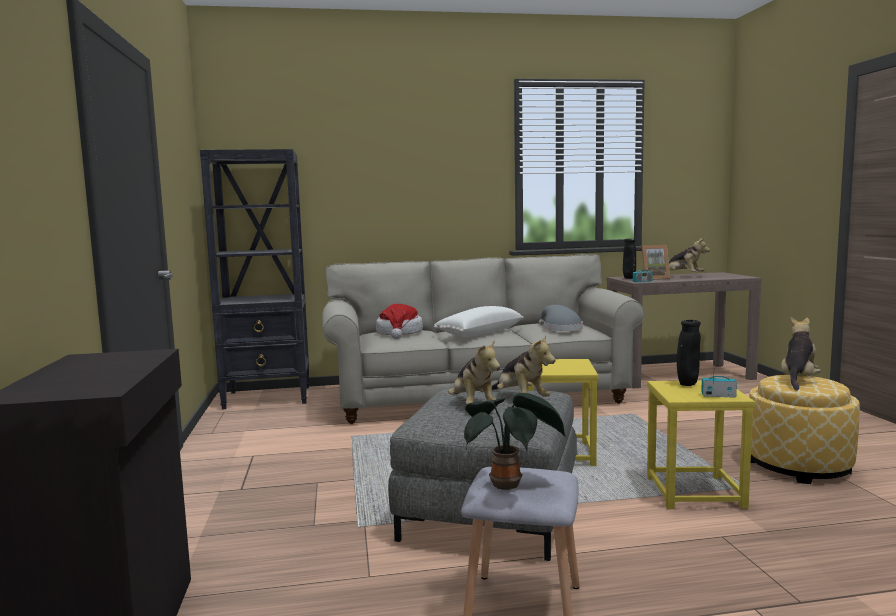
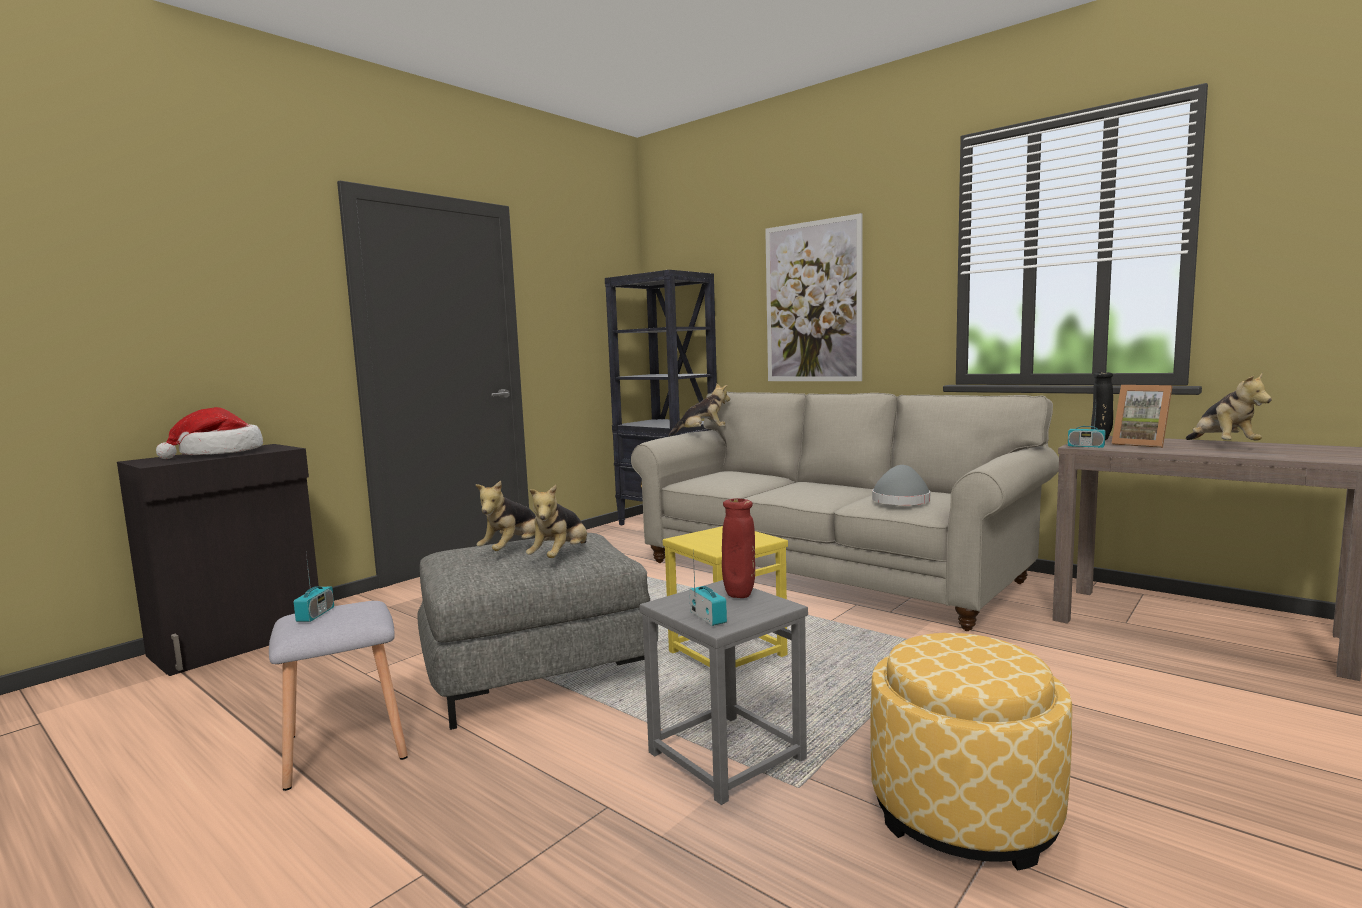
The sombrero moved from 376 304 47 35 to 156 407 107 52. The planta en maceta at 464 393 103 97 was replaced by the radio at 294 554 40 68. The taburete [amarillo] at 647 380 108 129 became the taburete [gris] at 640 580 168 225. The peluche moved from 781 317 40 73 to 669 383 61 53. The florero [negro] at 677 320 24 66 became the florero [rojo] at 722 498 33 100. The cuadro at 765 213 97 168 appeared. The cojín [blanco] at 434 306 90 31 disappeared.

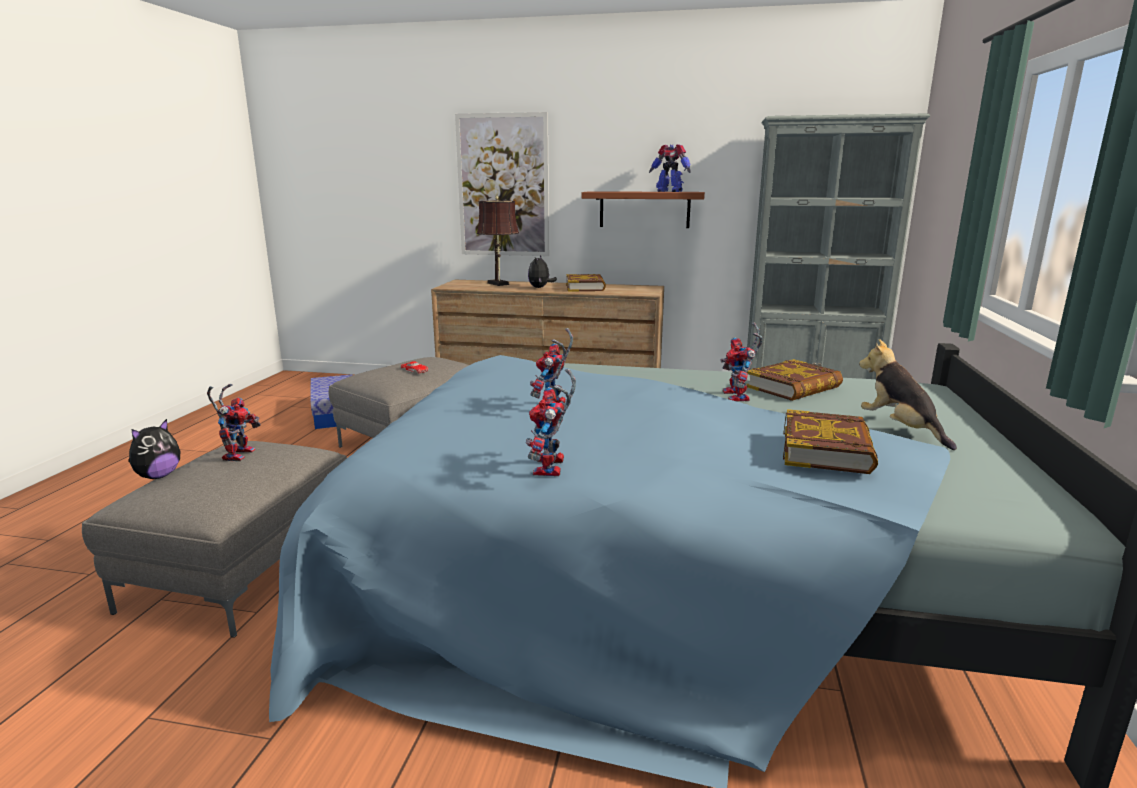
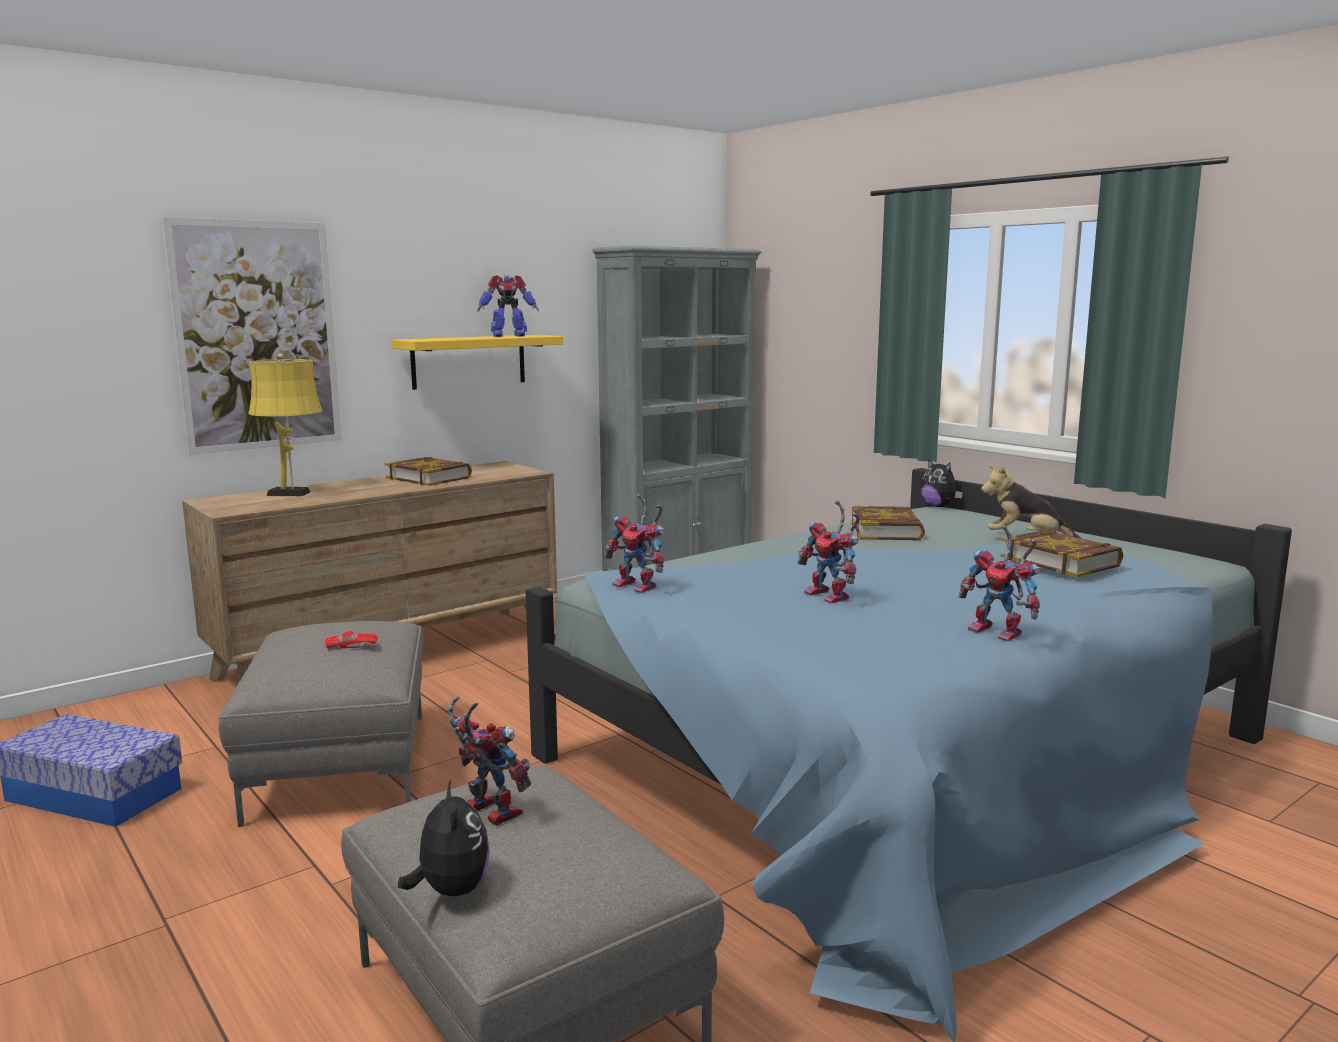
The lámpara de mesa [marrón] at 477 196 42 90 became the lámpara de mesa [amarillo] at 248 354 75 142. The estante [marrón] at 582 191 123 37 became the estante [amarillo] at 392 335 171 55. The robot de juguete moved from 720 322 42 79 to 604 494 61 99. The peluche moved from 528 255 29 33 to 920 459 43 48.

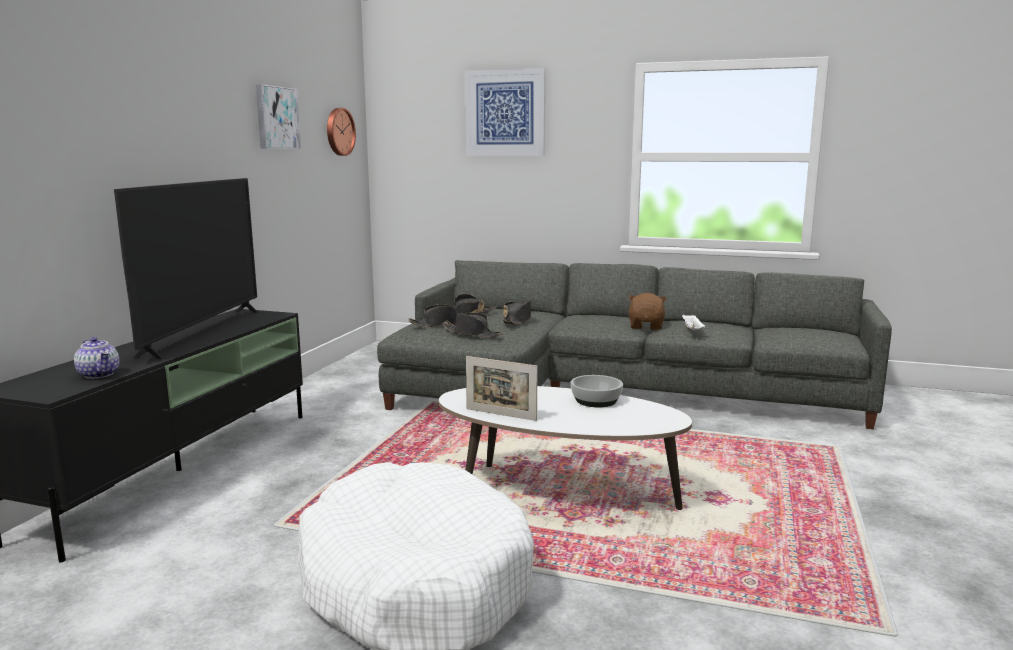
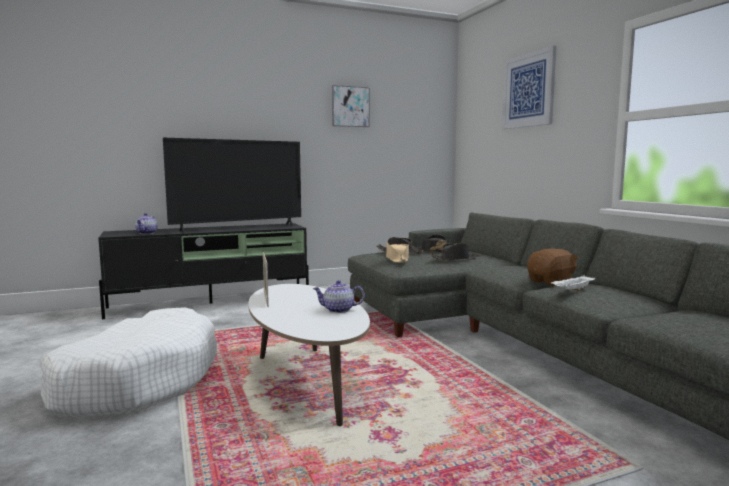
The cuenco at 571 375 52 32 was replaced by the tetera at 313 280 52 33. The sombrero [negro] at 442 313 61 24 became the sombrero [beis] at 386 242 23 21. The reloj de pared at 327 108 29 48 disappeared.

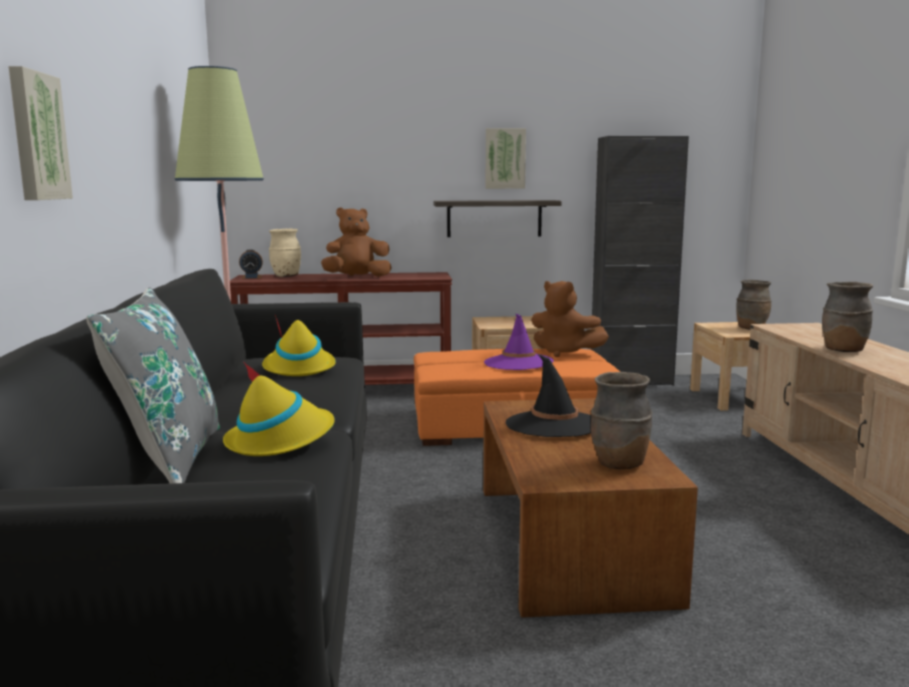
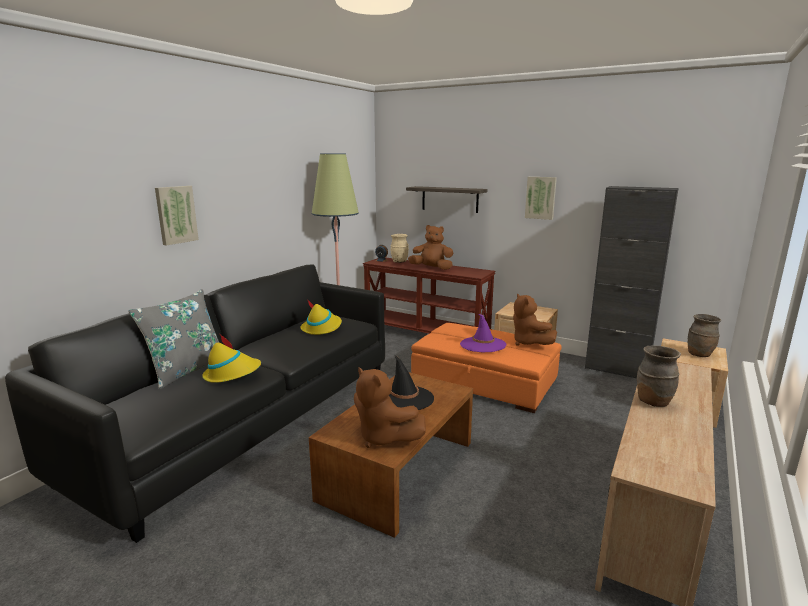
The florero [marrón] at 591 372 61 97 was replaced by the peluche [marrón] at 354 367 72 81. The estante moved from 434 200 128 37 to 406 186 81 27.

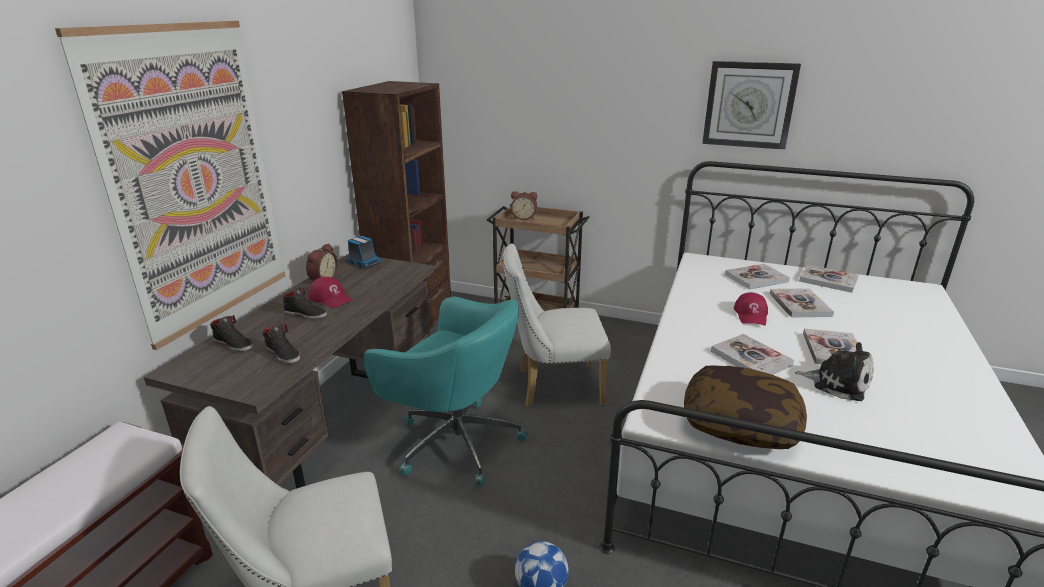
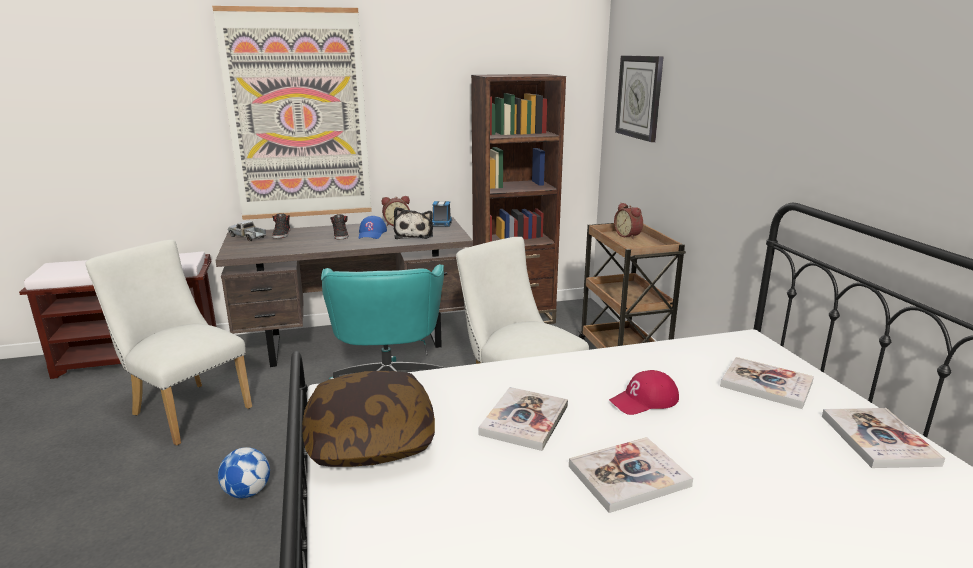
The camión de juguete at 228 221 38 20 appeared. The gorra [rojo] at 308 277 45 31 became the gorra [azul] at 359 216 28 23. The peluche moved from 795 342 78 59 to 394 207 39 32. The reloj de pared moved from 702 61 99 89 to 615 55 48 87. The zapato [negro] at 262 324 38 40 disappeared. The libro at 770 288 64 30 disappeared.

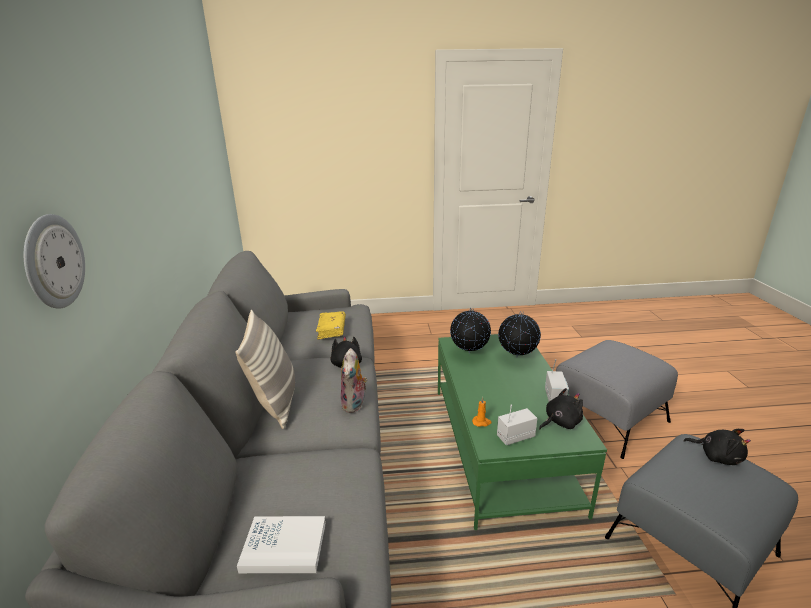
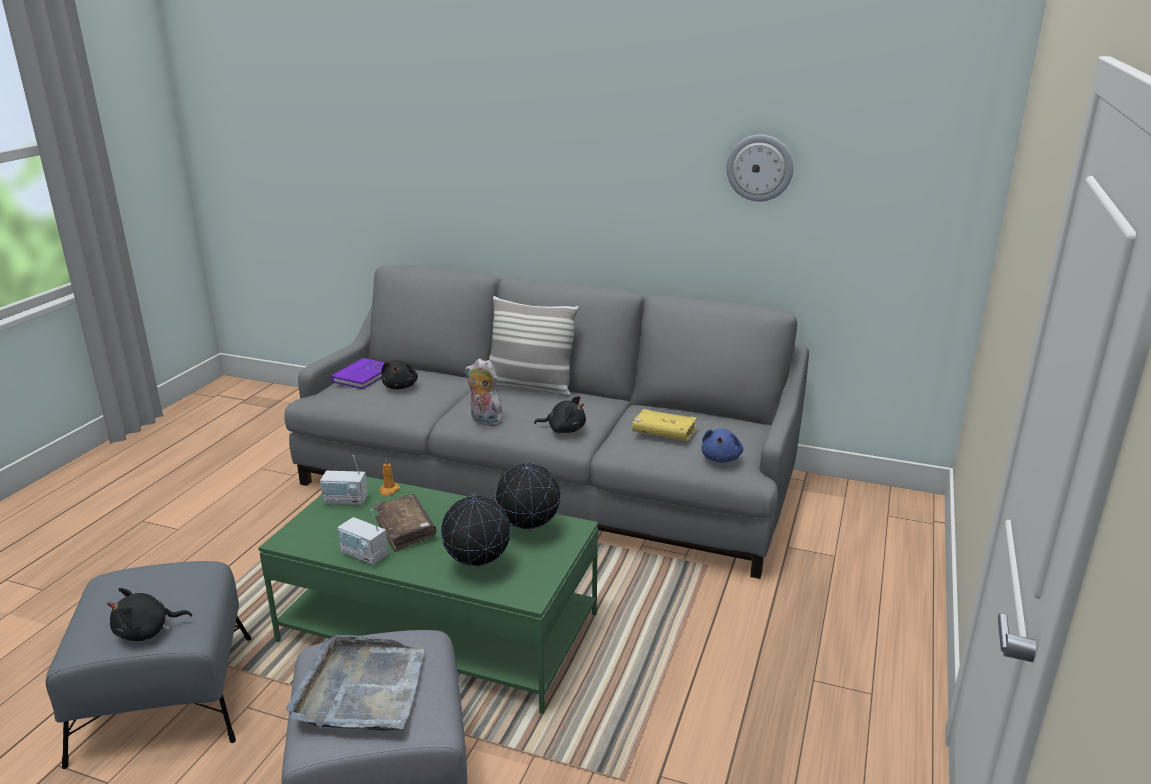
The bandeja [gris] at 286 635 138 96 appeared. The radio at 497 405 40 40 turned 90 degrees clockwise. The libro [blanco] at 237 516 89 57 became the libro [morado] at 331 358 59 31. The libro [marrón] at 373 494 63 58 appeared. The peluche [negro] moved from 539 388 44 41 to 381 360 37 30. The peluche [azul] at 701 428 42 34 appeared. The reloj de pared moved from 24 214 61 95 to 726 135 67 67.

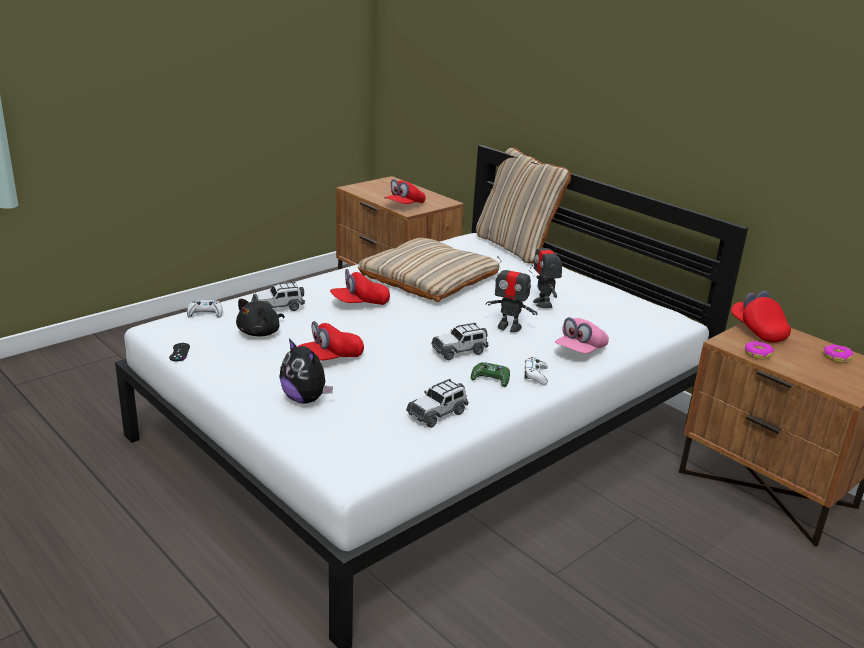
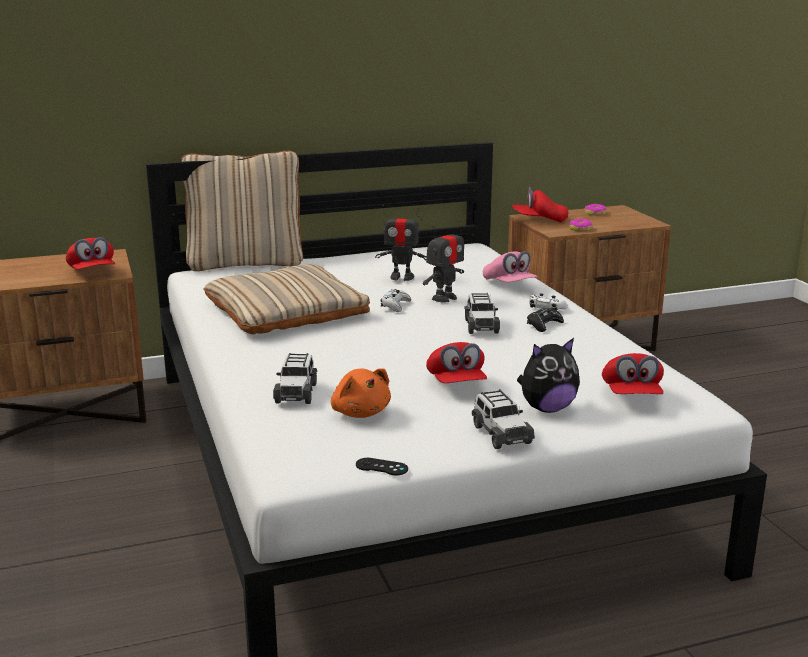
The peluche [negro] at 236 299 49 37 became the peluche [naranja] at 331 368 60 50. The mando de consola [blanco] moved from 187 300 36 18 to 381 289 30 23. The coche de juguete moved from 406 379 63 49 to 472 389 63 60. The mando de consola [verde] at 471 362 39 25 became the mando de consola [negro] at 527 308 37 24. The gorra [rojo] moved from 330 269 60 36 to 602 353 62 41.

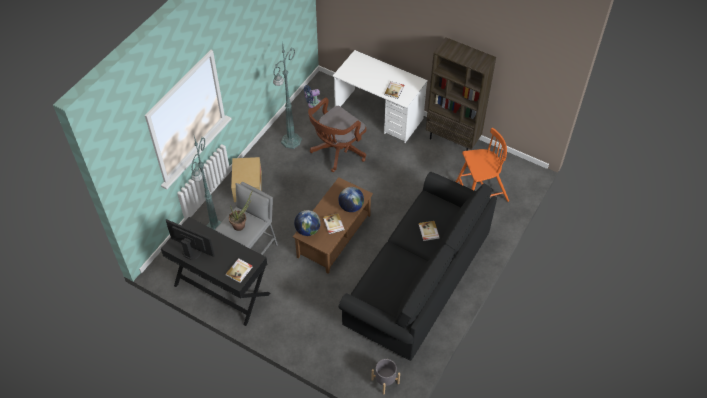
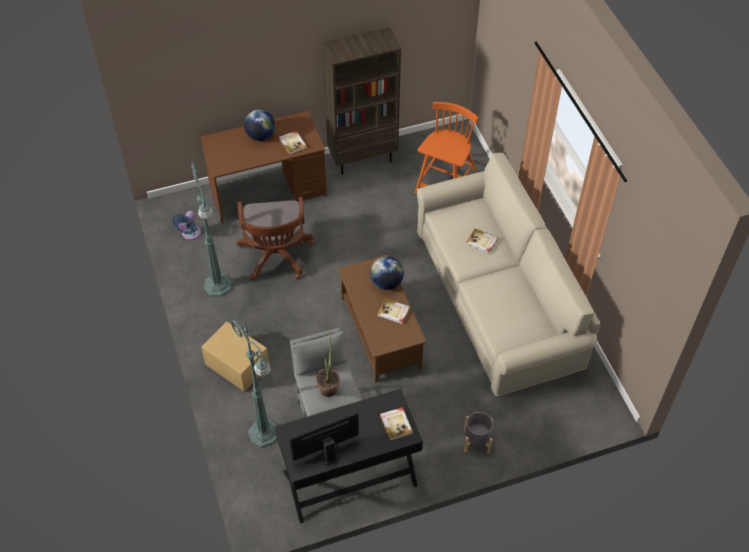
The escritorio [blanco] at 333 50 95 93 became the escritorio [marrón] at 201 111 126 112. The globo terráqueo moved from 294 210 27 26 to 244 109 31 32. The sofá [negro] at 339 172 158 189 became the sofá [beis] at 417 152 183 245. The maceta [gris] moved from 371 359 29 35 to 464 412 29 42.

